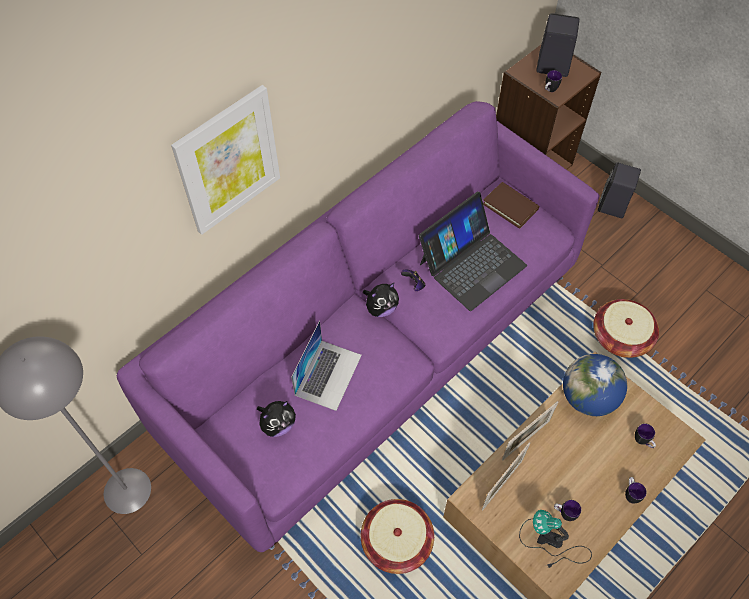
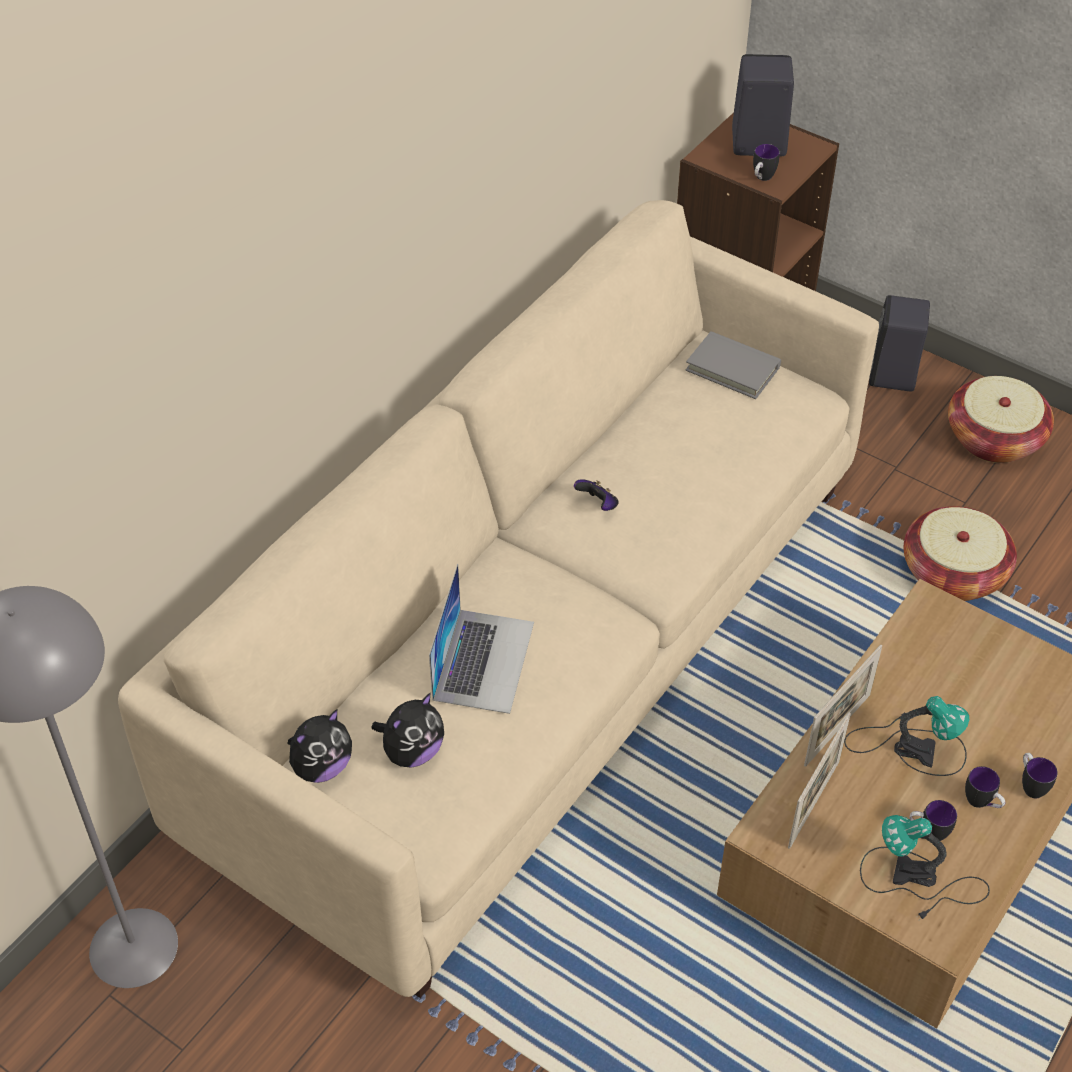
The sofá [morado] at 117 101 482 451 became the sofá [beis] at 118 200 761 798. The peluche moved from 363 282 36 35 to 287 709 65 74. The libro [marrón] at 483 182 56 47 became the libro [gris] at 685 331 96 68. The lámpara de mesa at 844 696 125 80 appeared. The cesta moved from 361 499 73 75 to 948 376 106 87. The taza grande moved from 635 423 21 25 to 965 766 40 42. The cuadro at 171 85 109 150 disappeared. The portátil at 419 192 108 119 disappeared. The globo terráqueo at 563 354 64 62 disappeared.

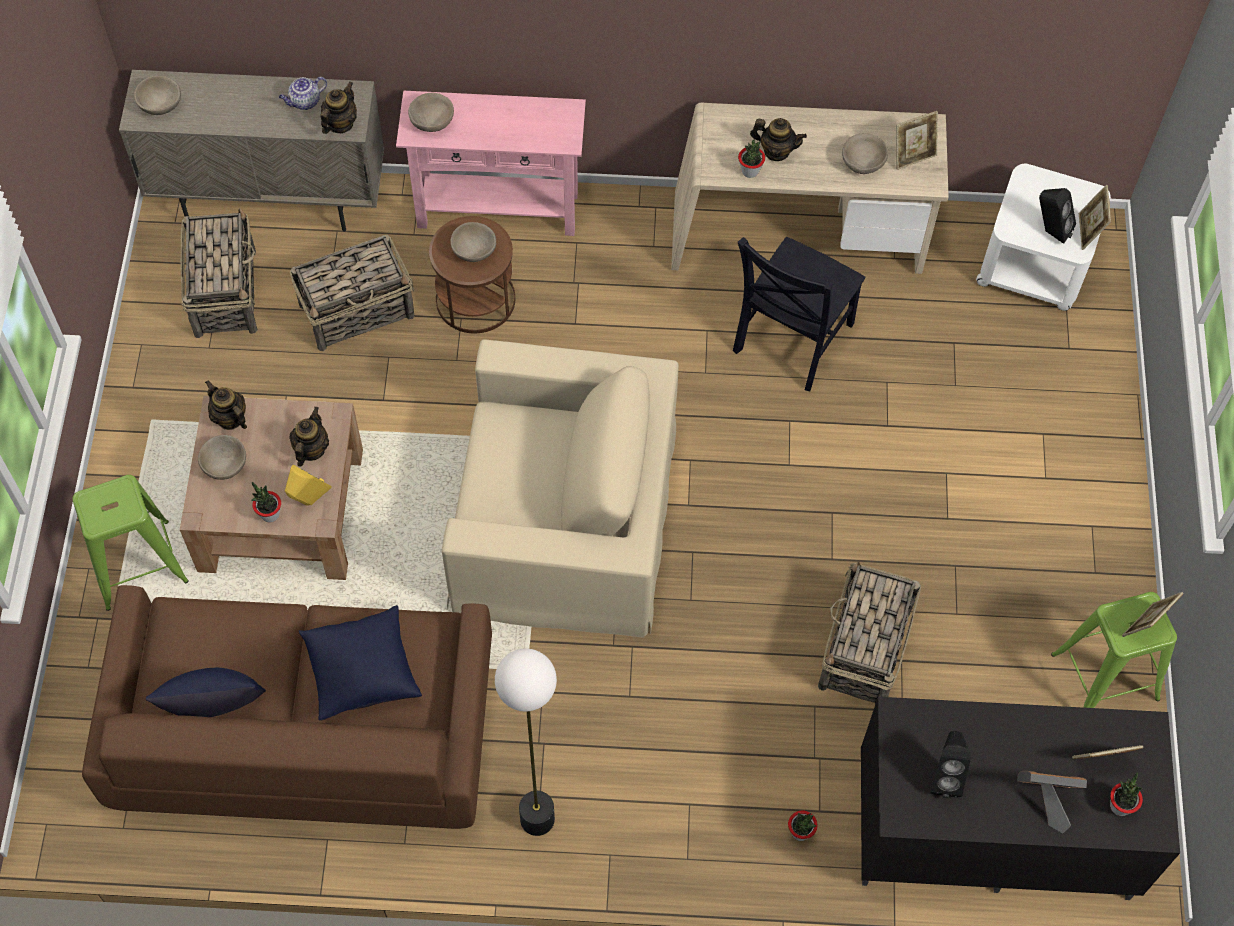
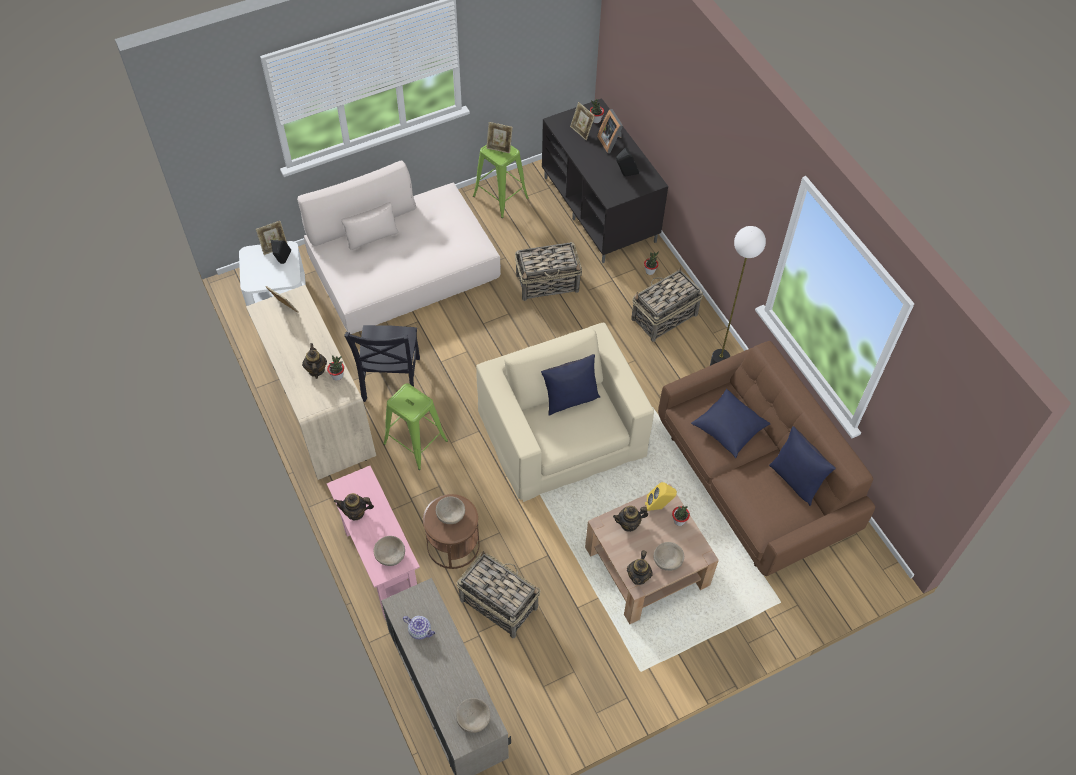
The sofá [beis] at 297 160 204 174 appeared. The tetera moved from 320 81 37 53 to 334 493 40 27. The silla [negro] at 733 237 132 154 turned 90 degrees clockwise. The taburete [verde] moved from 72 475 117 136 to 383 383 65 87. The cojín [azul] at 541 354 59 62 appeared. The cesta moved from 181 208 77 130 to 631 267 72 75. The cuenco [beis] at 842 134 46 40 disappeared.

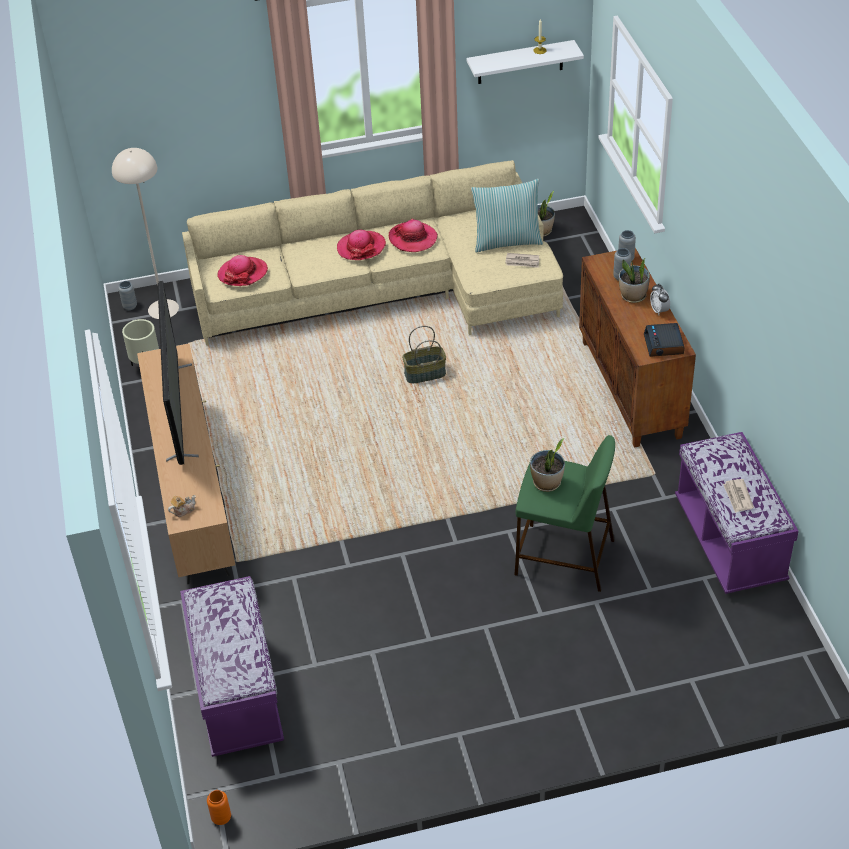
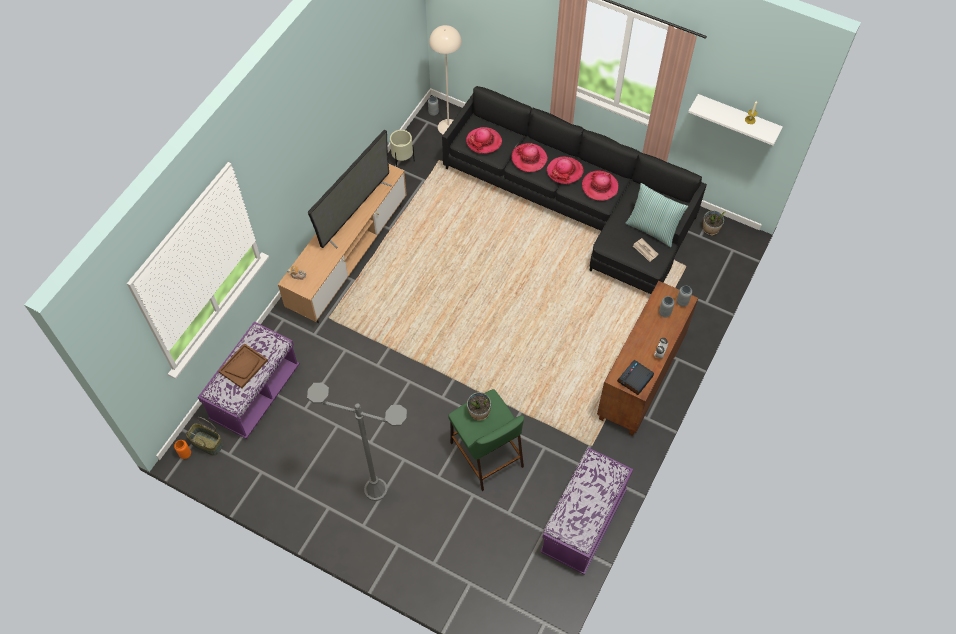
The cesta moved from 402 326 44 57 to 186 417 37 39. The bandeja [marrón] at 219 343 49 45 appeared. The lámpara de pie [gris] at 307 383 100 118 appeared. The sofá [beis] at 182 160 381 185 became the sofá [negro] at 442 86 265 208. The sombrero at 512 143 36 29 appeared. The planta en maceta at 619 258 31 45 disappeared. The periódico at 723 479 31 34 disappeared.

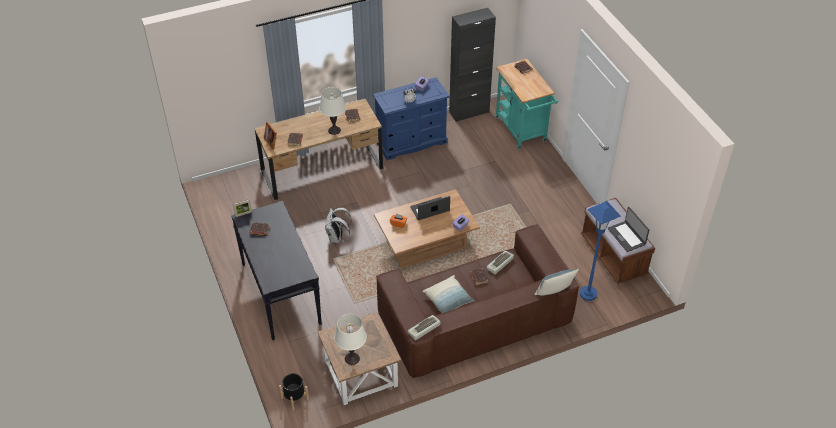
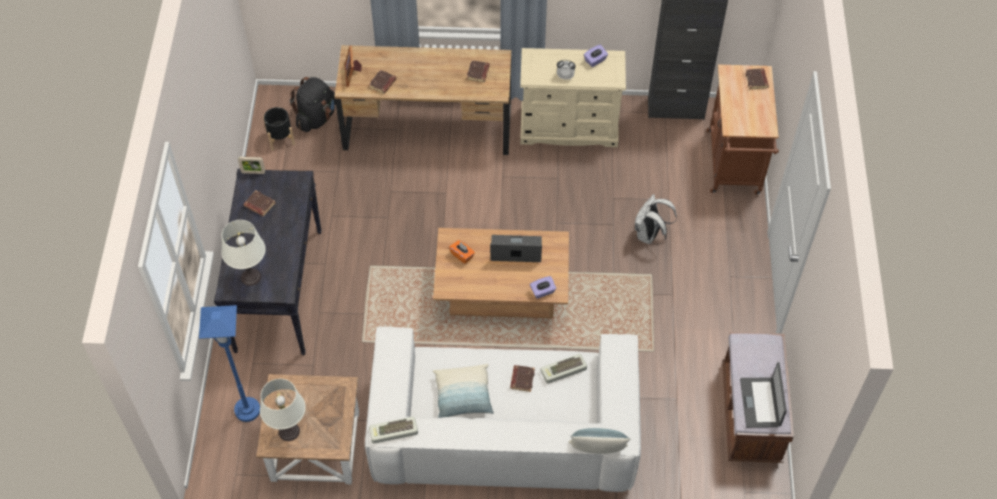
The lámpara de pie [azul] moved from 580 201 41 100 to 199 305 61 117. The lámpara de mesa [blanco] moved from 319 87 27 48 to 221 220 45 66. The maceta [negro] moved from 279 373 30 38 to 263 107 32 44. The mochila [negro] at 290 77 46 55 appeared. The sofá [marrón] at 376 224 203 154 became the sofá [blanco] at 365 326 276 166. The cómoda [azul] at 373 77 77 83 became the cómoda [beis] at 520 48 106 99. The mochila [blanco] moved from 325 207 27 36 to 635 194 42 51. The carrito [turquesa] at 495 59 63 90 became the carrito [marrón] at 707 64 72 130.

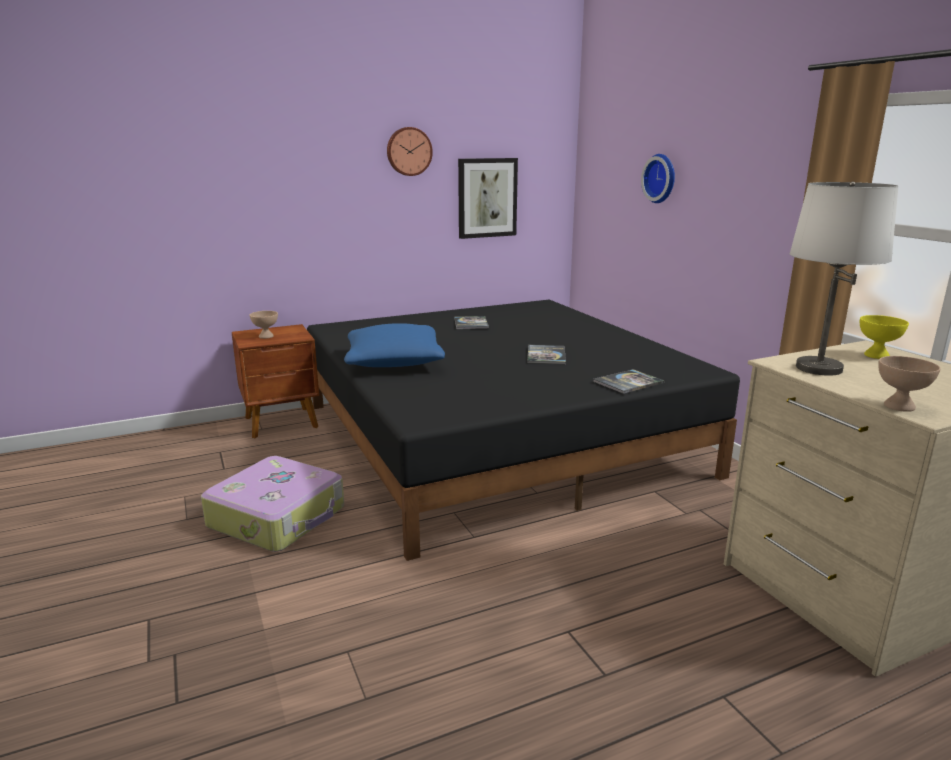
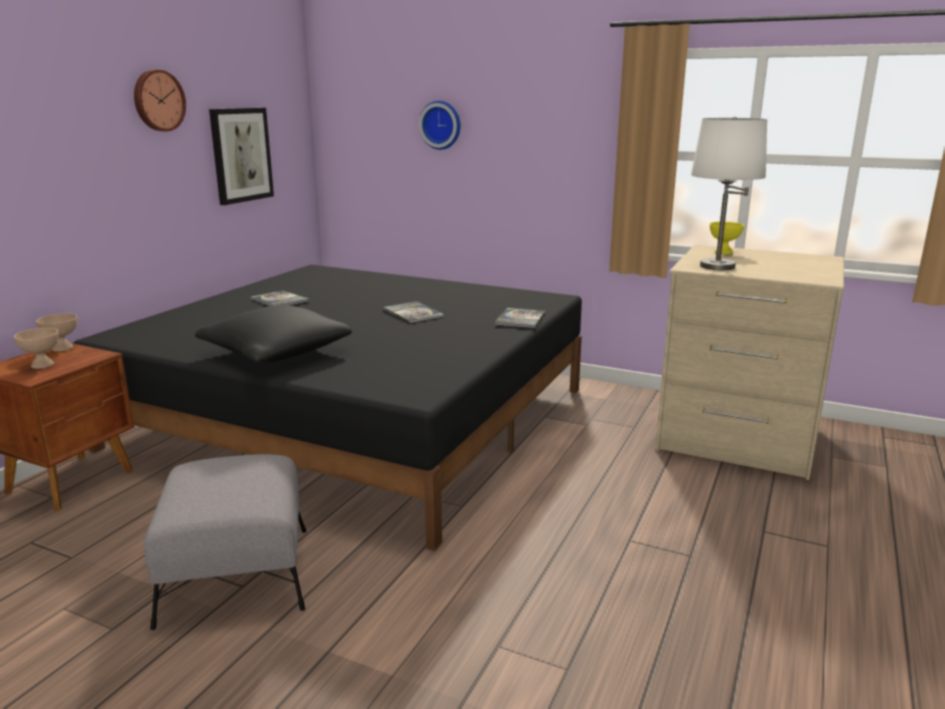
The cuenco [beis] moved from 878 356 63 56 to 36 313 42 39. The maleta at 201 456 143 96 was replaced by the puf [gris] at 144 454 162 176. The cojín [azul] at 344 323 101 44 became the cojín [negro] at 195 305 157 58.

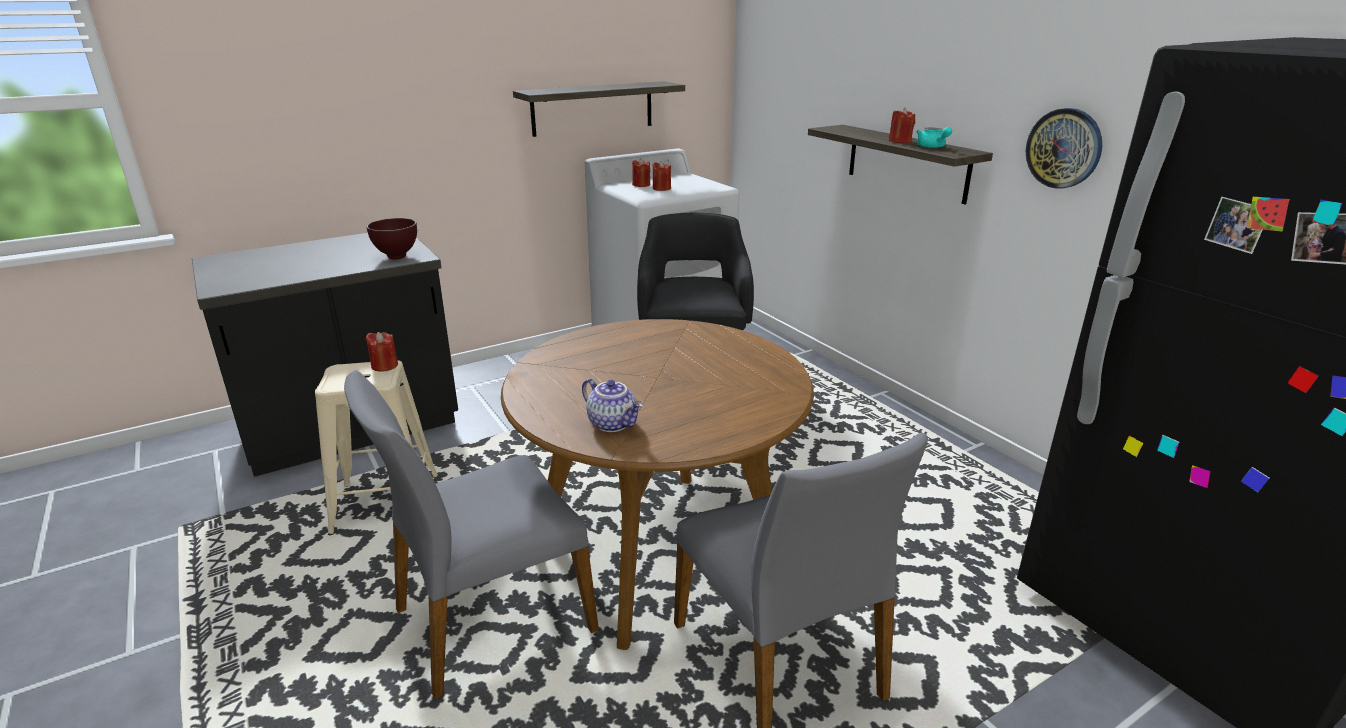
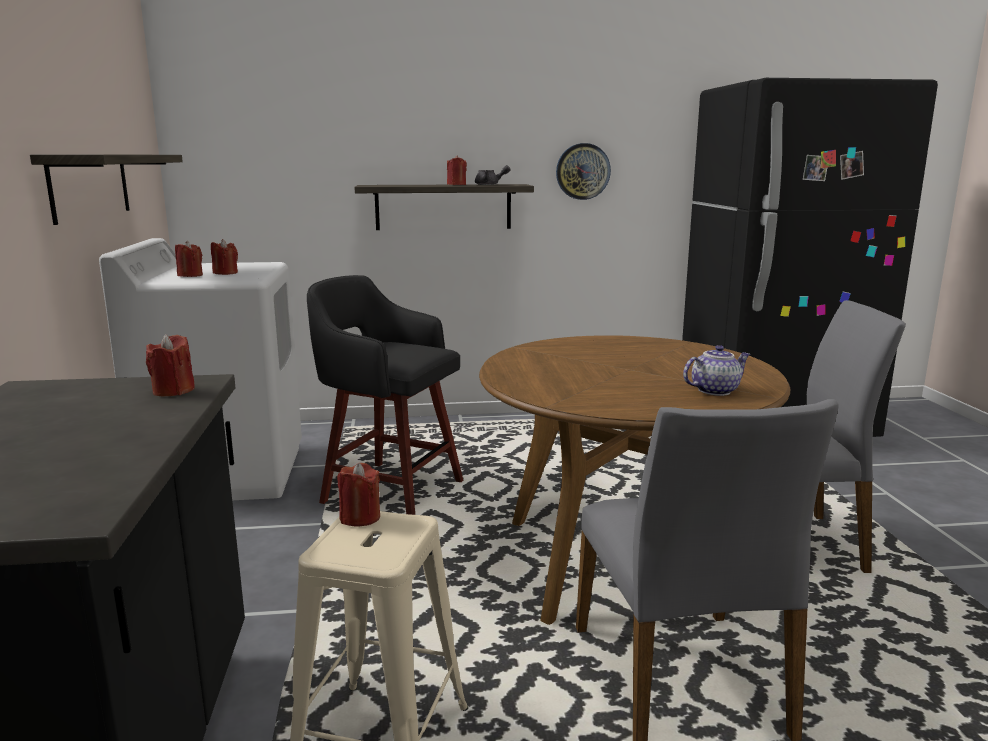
The cuenco [marrón] at 366 218 51 42 was replaced by the vela [rojo] at 146 334 49 62. The tetera [turquesa] at 916 127 36 21 became the tetera [gris] at 475 165 35 20.

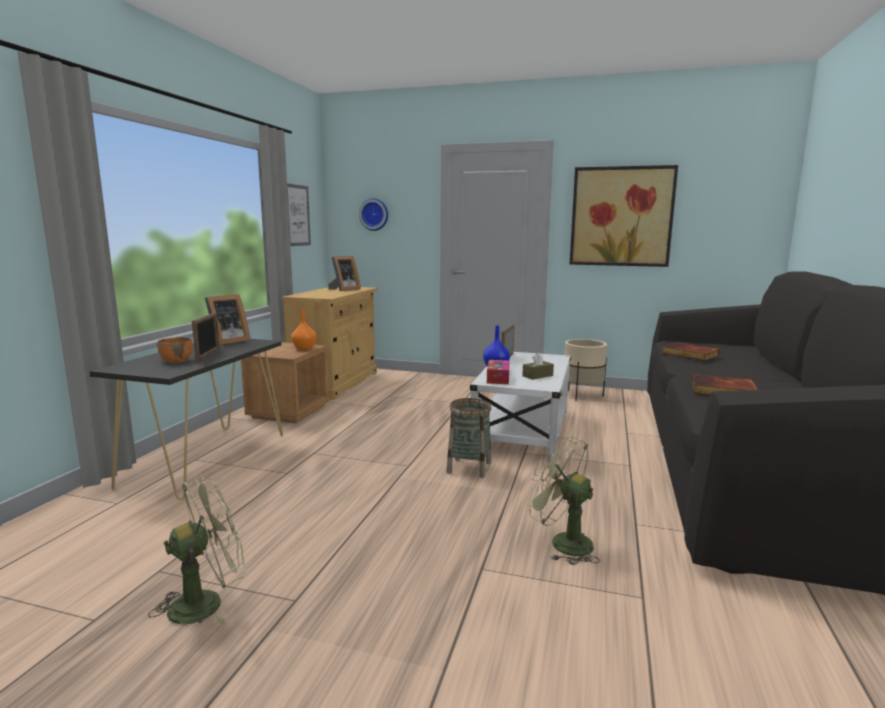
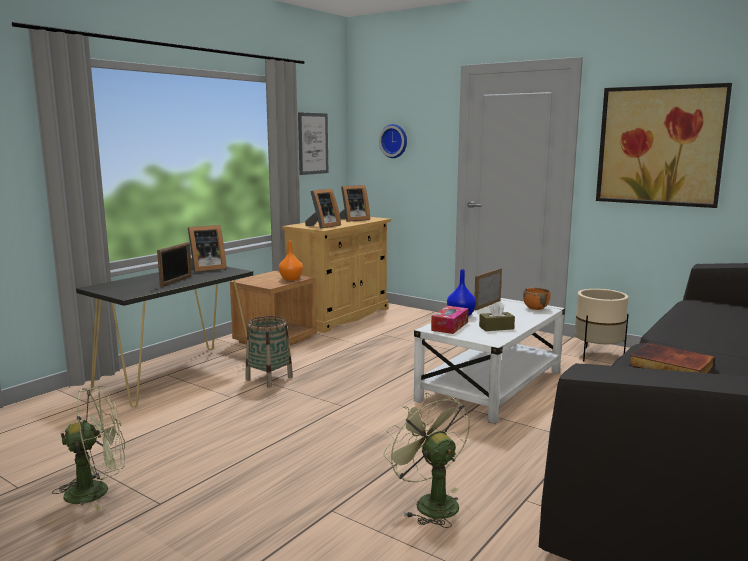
The cesta moved from 446 398 46 80 to 245 316 48 71. The portarretratos at 305 189 36 40 appeared. The cuenco [naranja] moved from 157 337 35 26 to 523 288 28 22. The libro at 661 342 59 19 disappeared.

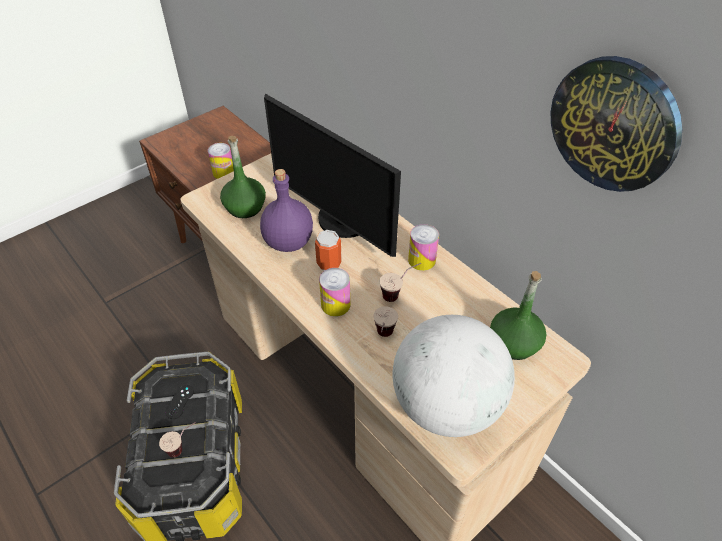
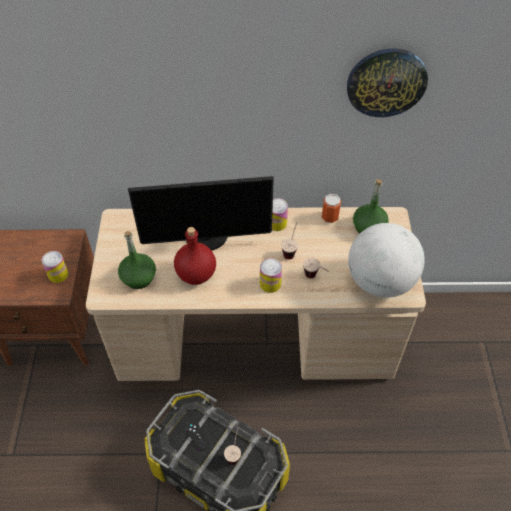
The botella [morado] at 260 169 53 83 became the botella [rojo] at 174 227 42 58. The lata moved from 315 230 27 41 to 322 194 19 29.

